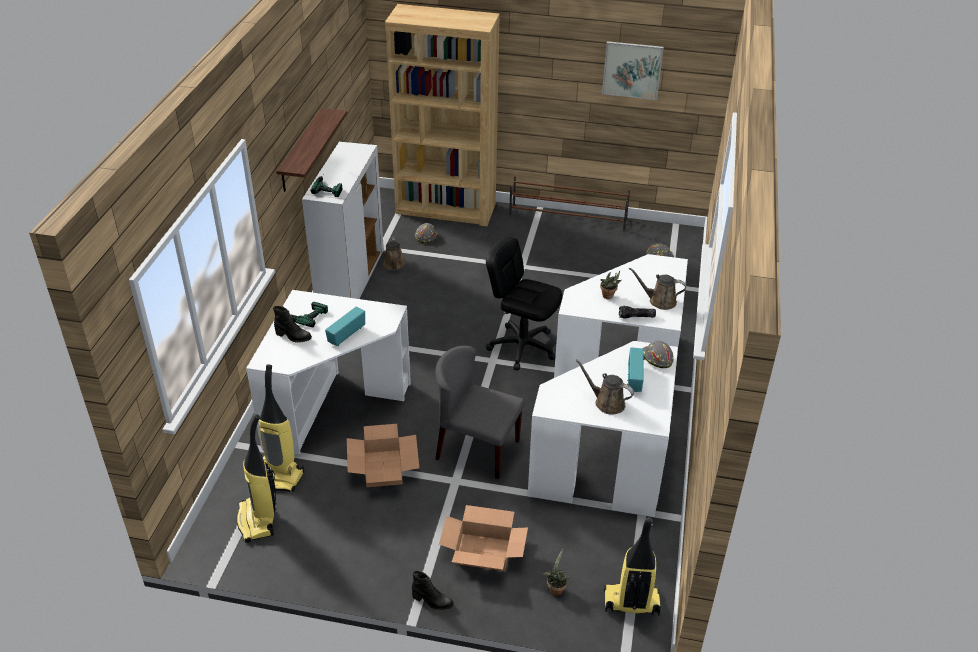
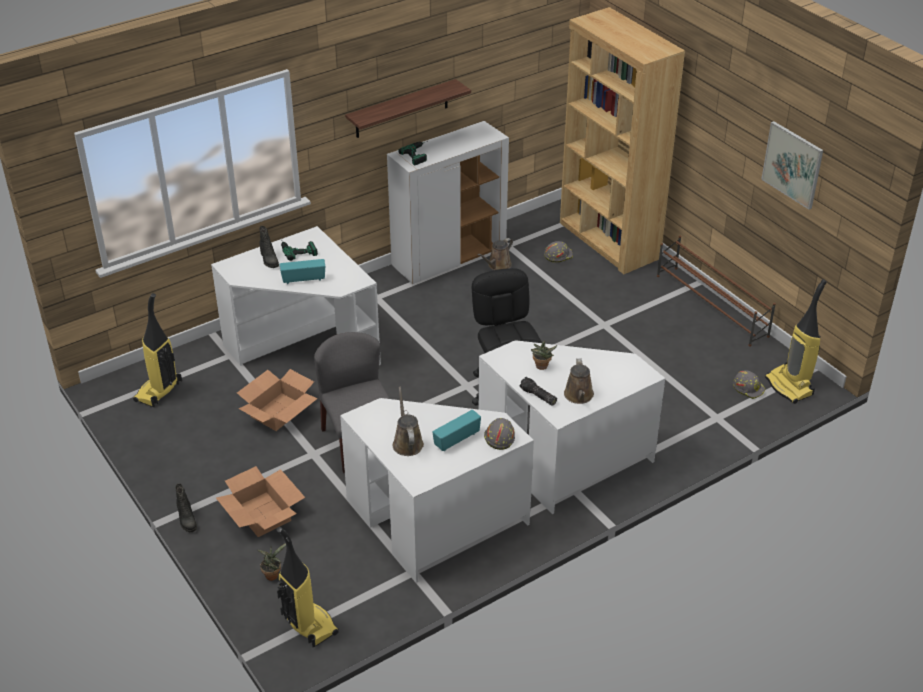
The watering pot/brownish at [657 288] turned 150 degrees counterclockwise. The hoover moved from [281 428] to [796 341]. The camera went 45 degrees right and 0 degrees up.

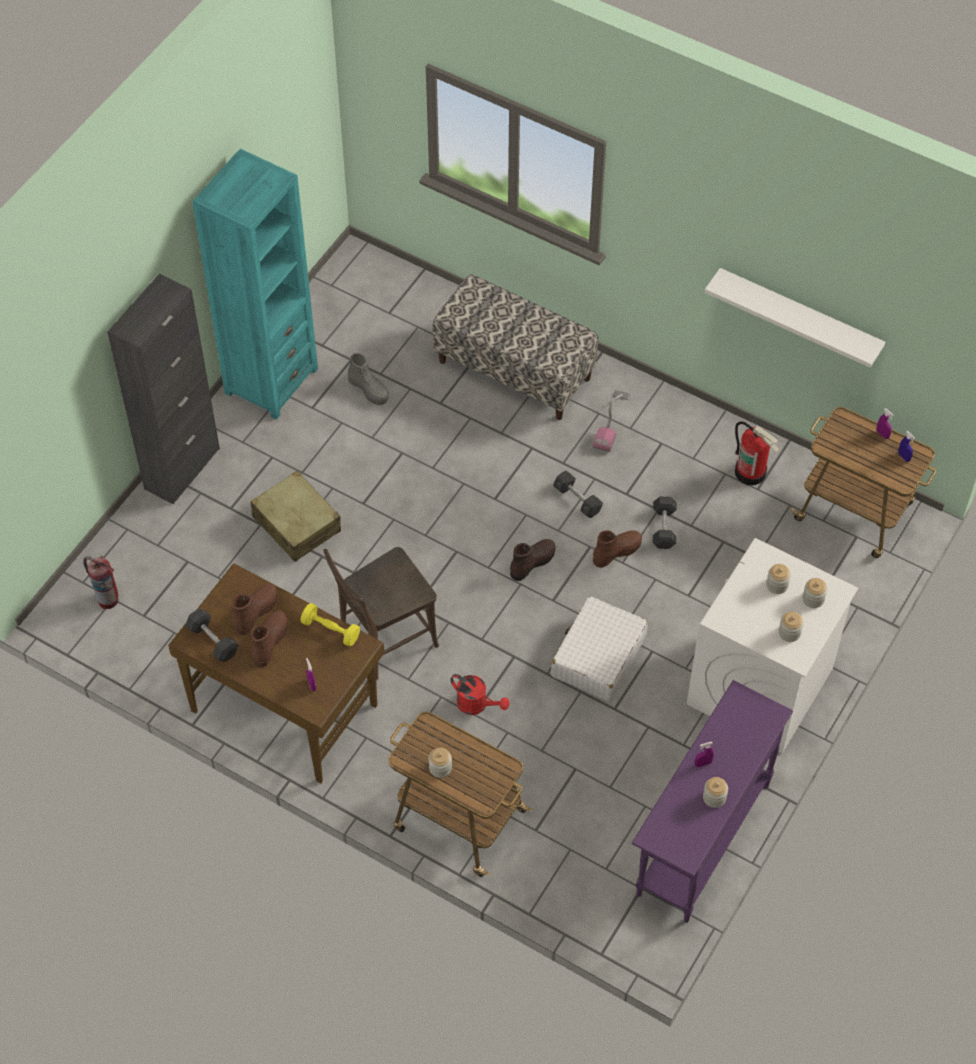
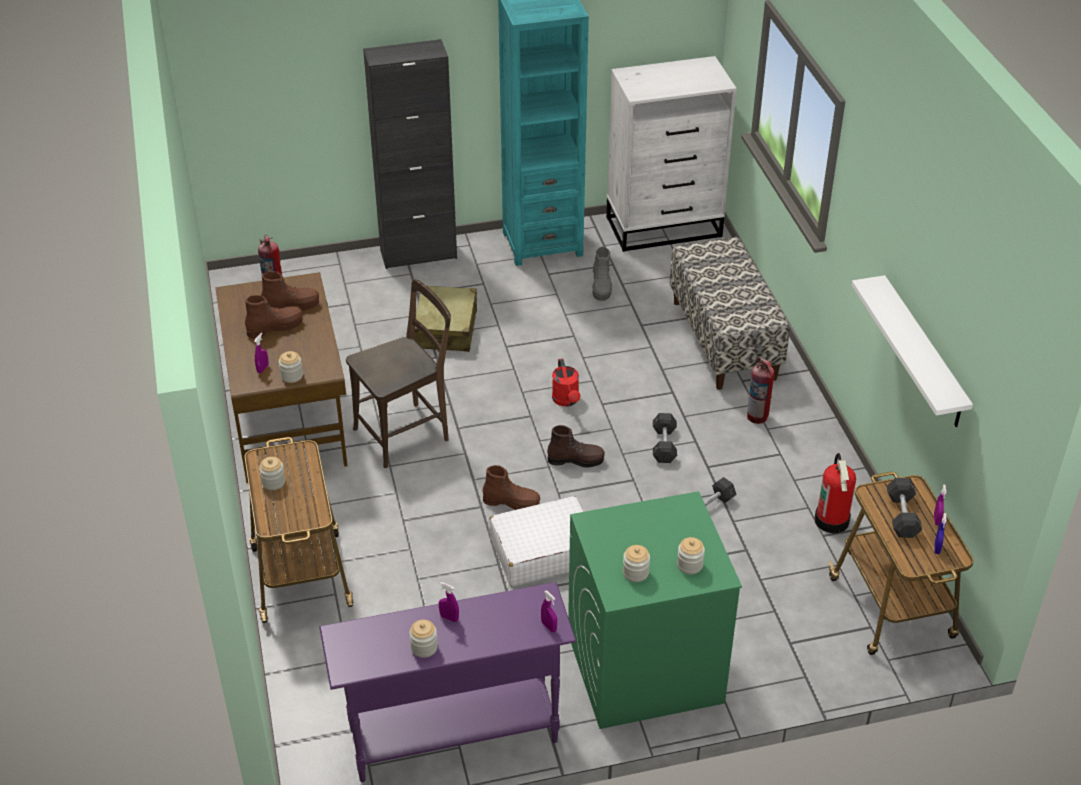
The preserve jar moved from [778 579] to [291 367]. The plain chair/brownish at [381 613] turned 135 degrees clockwise. The high-top boot/brownish moved from [617 549] to [511 487]. The spray bottle/purplish at [549 611] appeared. The watering pot/reddish moved from [479 694] to [566 383]. The laundry machine/white at [772 645] became the laundry machine/green-coloured at [655 610]. The dresser/white at [671 154] appeared. The hoover at [611 421] was replaced by the fire extinguisher at [760 390]. The free weight/grey moved from [212 635] to [904 508]. The free weight/yellow-coloured at [330 624] disappeared. The camera went 45 degrees right and 15 degrees down.

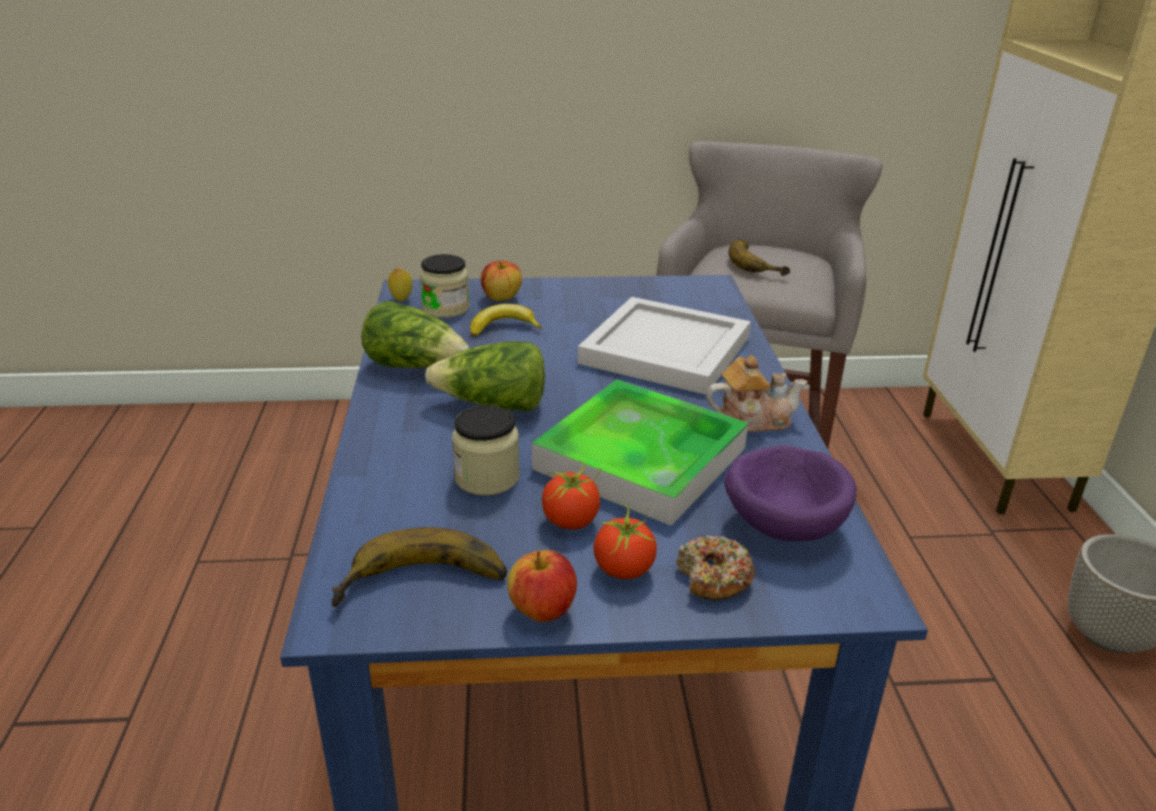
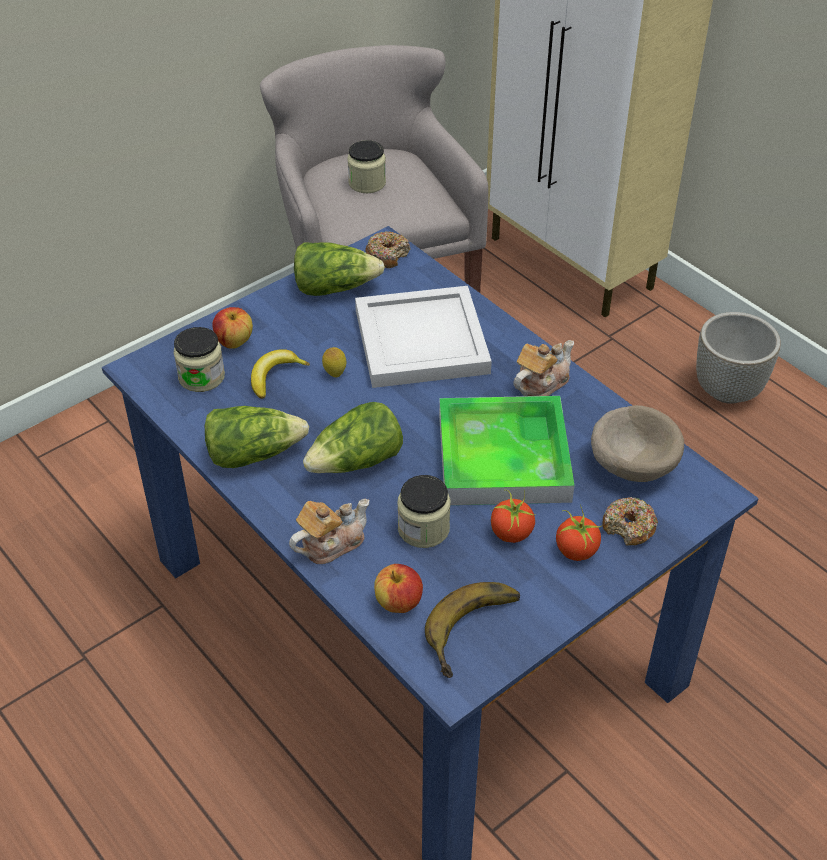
The tea pot at [329 531] appeared. The lettuce head at [339 269] appeared. The citrus fruit moved from [400 284] to [334 362]. The whole banana at [759 257] was replaced by the preserve jar at [366 166]. The donut at [388 249] appeared. The apple moved from [542 586] to [398 588]. The bowl/purplish at [790 493] became the bowl/beige at [637 443]. The camera went 35 degrees left and 15 degrees up.

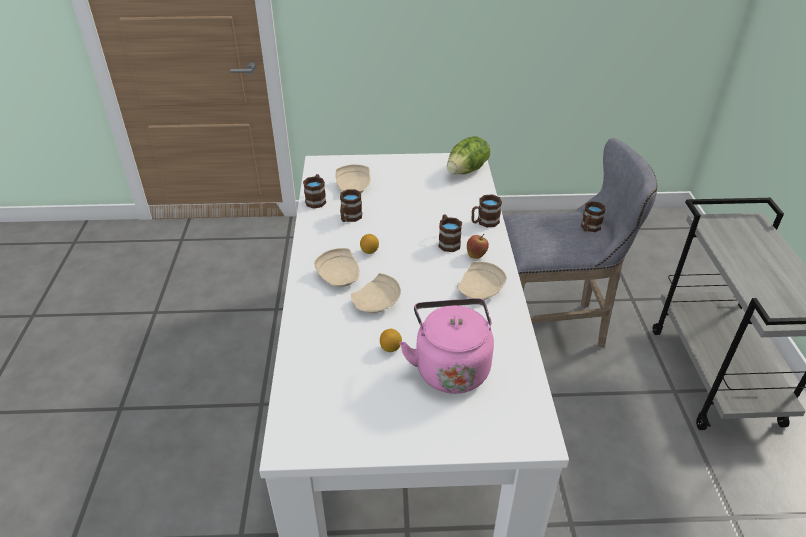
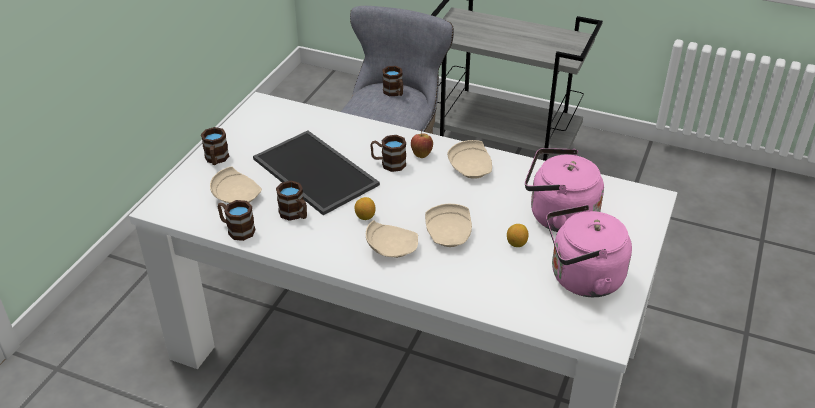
The mug/brownish moved from [487 210] to [215 146]. The tray at [316 173] appeared. The tea kettle/pink-coloured at [589 251] appeared. The lettuce head at [468 155] disappeared. The camera went 65 degrees left and 0 degrees up.

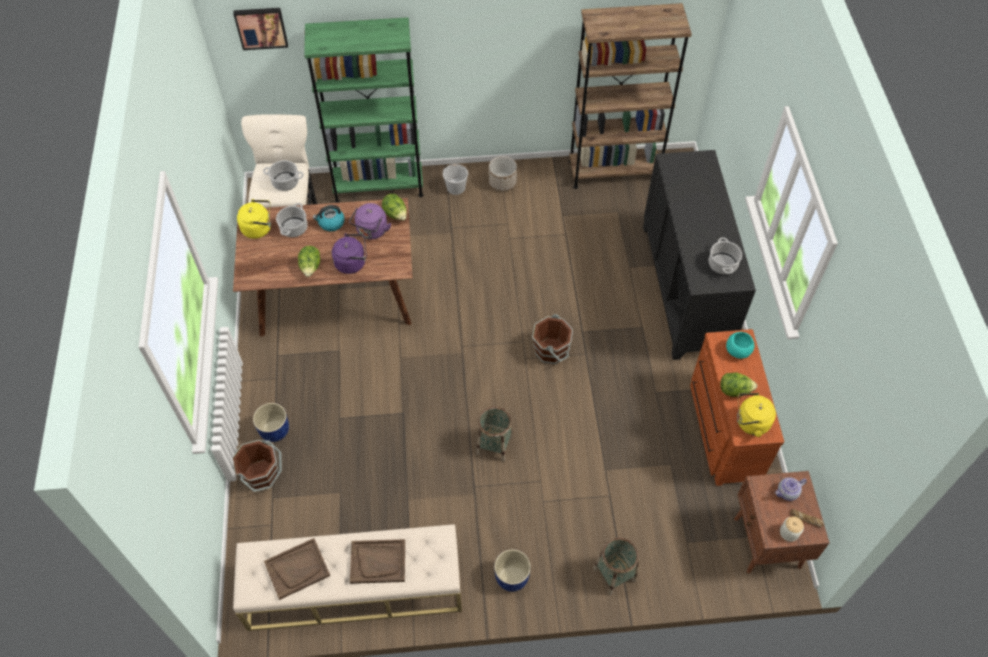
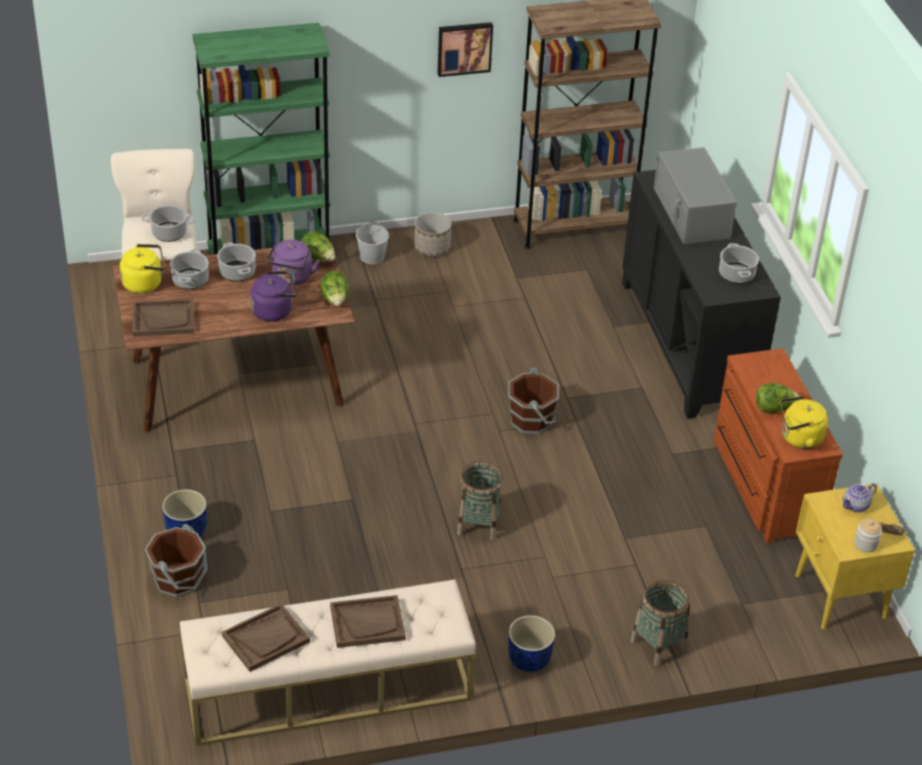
The tray/brownish at [163 318] appeared. The tea kettle at [329 218] was replaced by the stockpot at [236 261]. The lettuce head moved from [309 261] to [334 288]. The wall art moved from [260 29] to [465 49]. The microwave/grey at [695 195] appeared. The night table/brownish at [782 522] became the night table/yellow-coloured at [855 556]. The bowl/blue-green at [740 345] disappeared. The camera went 10 degrees left and 15 degrees down.

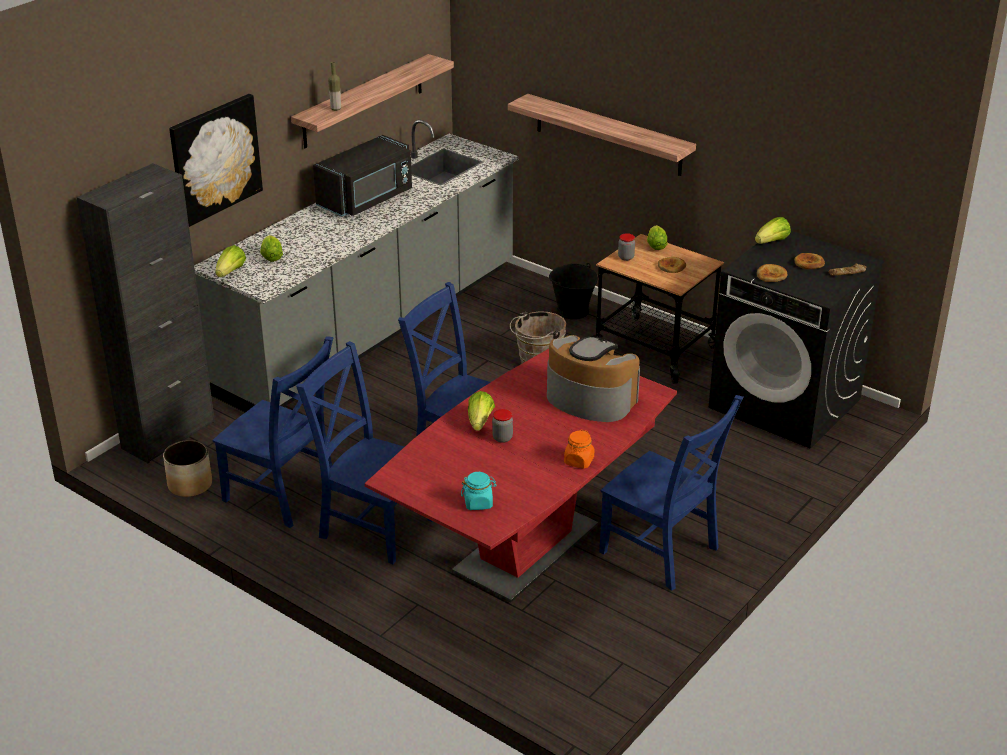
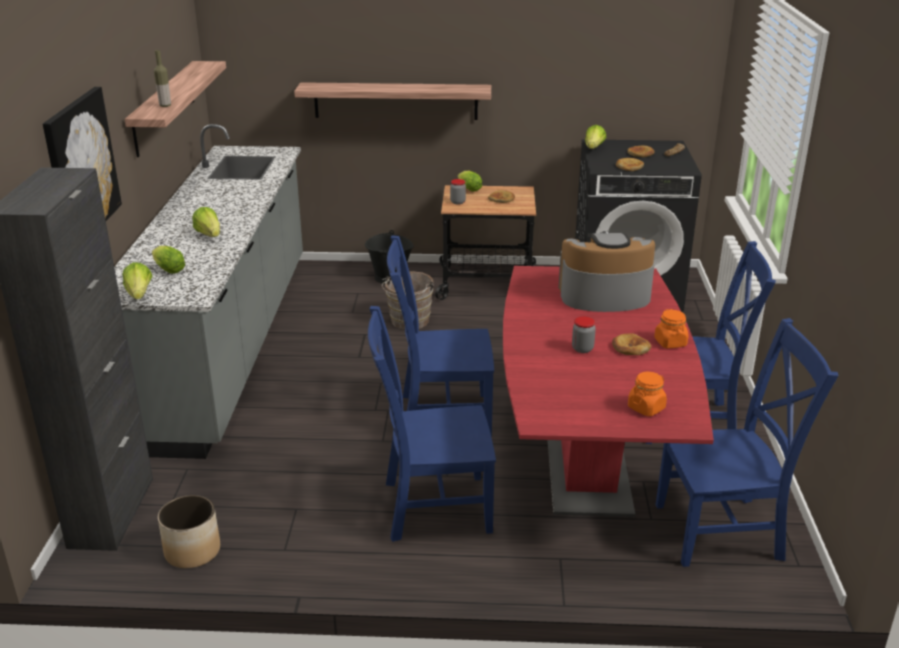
The lettuce head moved from [481 411] to [206 222]. The bread at [631 344] appeared. The preserve jar/blue-green at [478 491] became the preserve jar/orange-coloured at [647 394]. The plain chair/blue moved from [273 432] to [747 442]. The microwave/black-coloured at [362 175] disappeared. The camera went 35 degrees left and 5 degrees down.

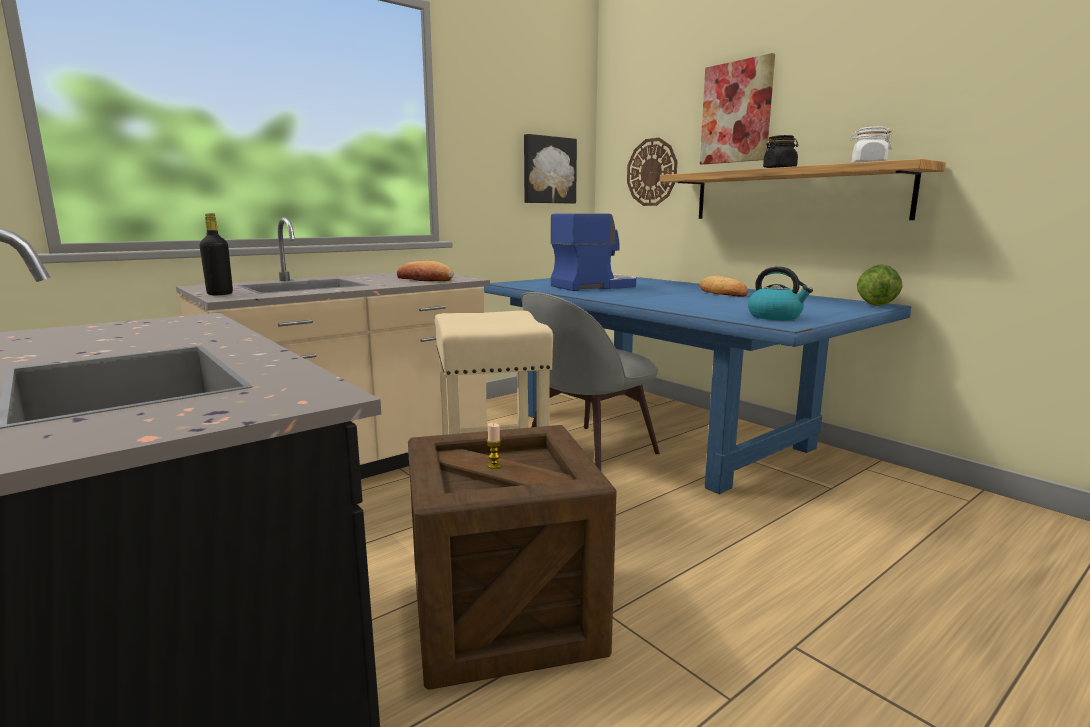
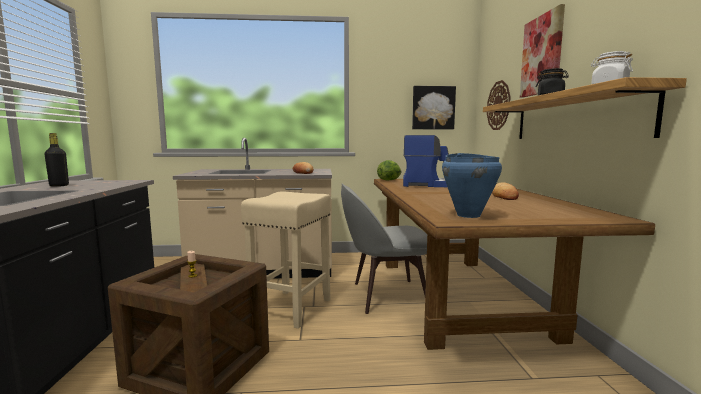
The drink bottle/black-coloured moved from [216 254] to [57 160]. The kitchen table/blue at [697 385] became the kitchen table/brownish at [514 264]. The lettuce head moved from [880 285] to [389 170]. The tea kettle at [780 293] was replaced by the stockpot/blue at [472 185]. The camera went 35 degrees right and 5 degrees down.

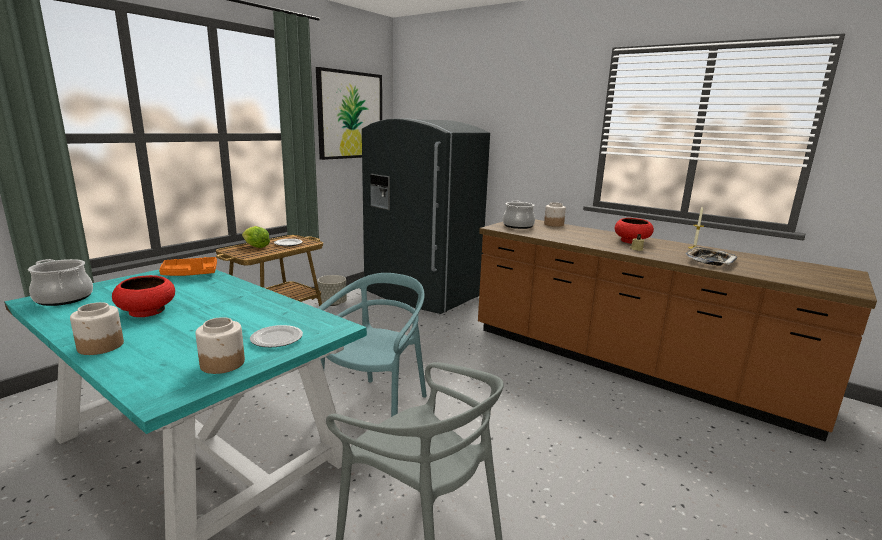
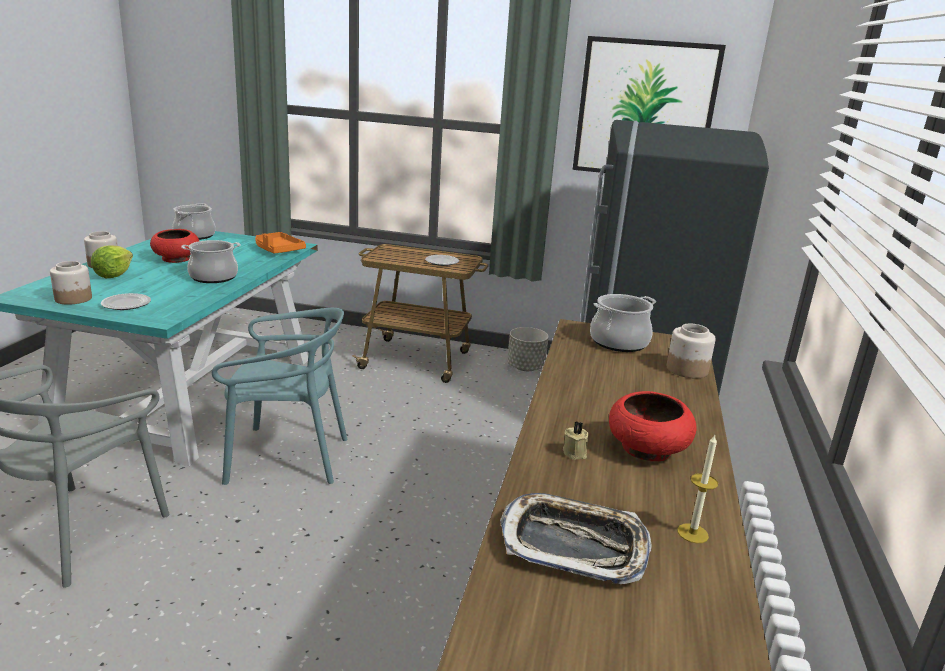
The lettuce head moved from [256 237] to [112 261]. The stockpot at [210 261] appeared. The camera went 65 degrees right and 5 degrees up.

